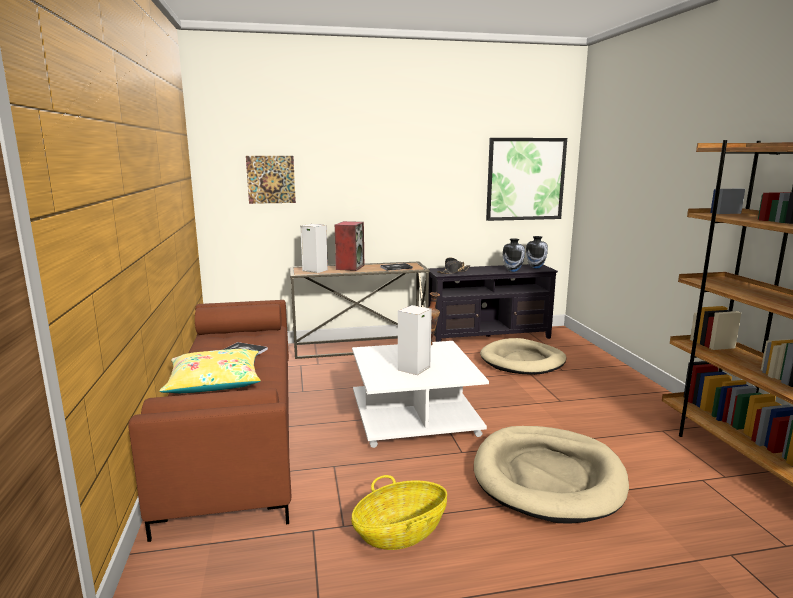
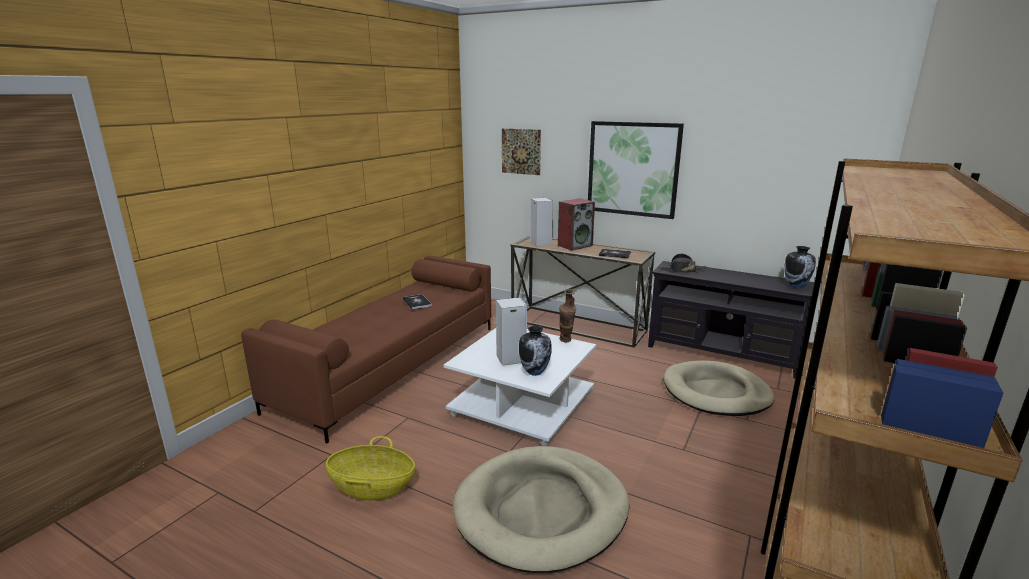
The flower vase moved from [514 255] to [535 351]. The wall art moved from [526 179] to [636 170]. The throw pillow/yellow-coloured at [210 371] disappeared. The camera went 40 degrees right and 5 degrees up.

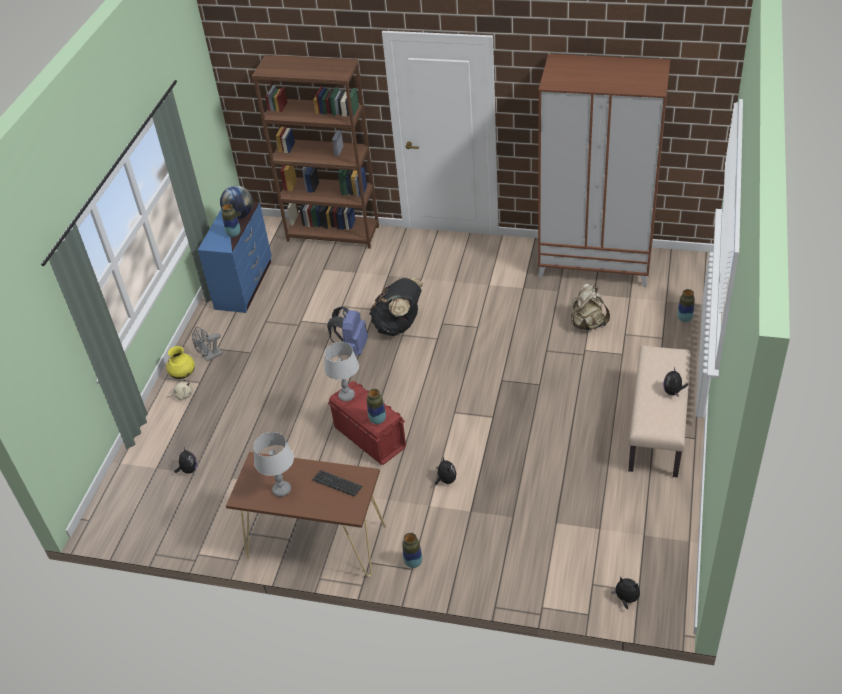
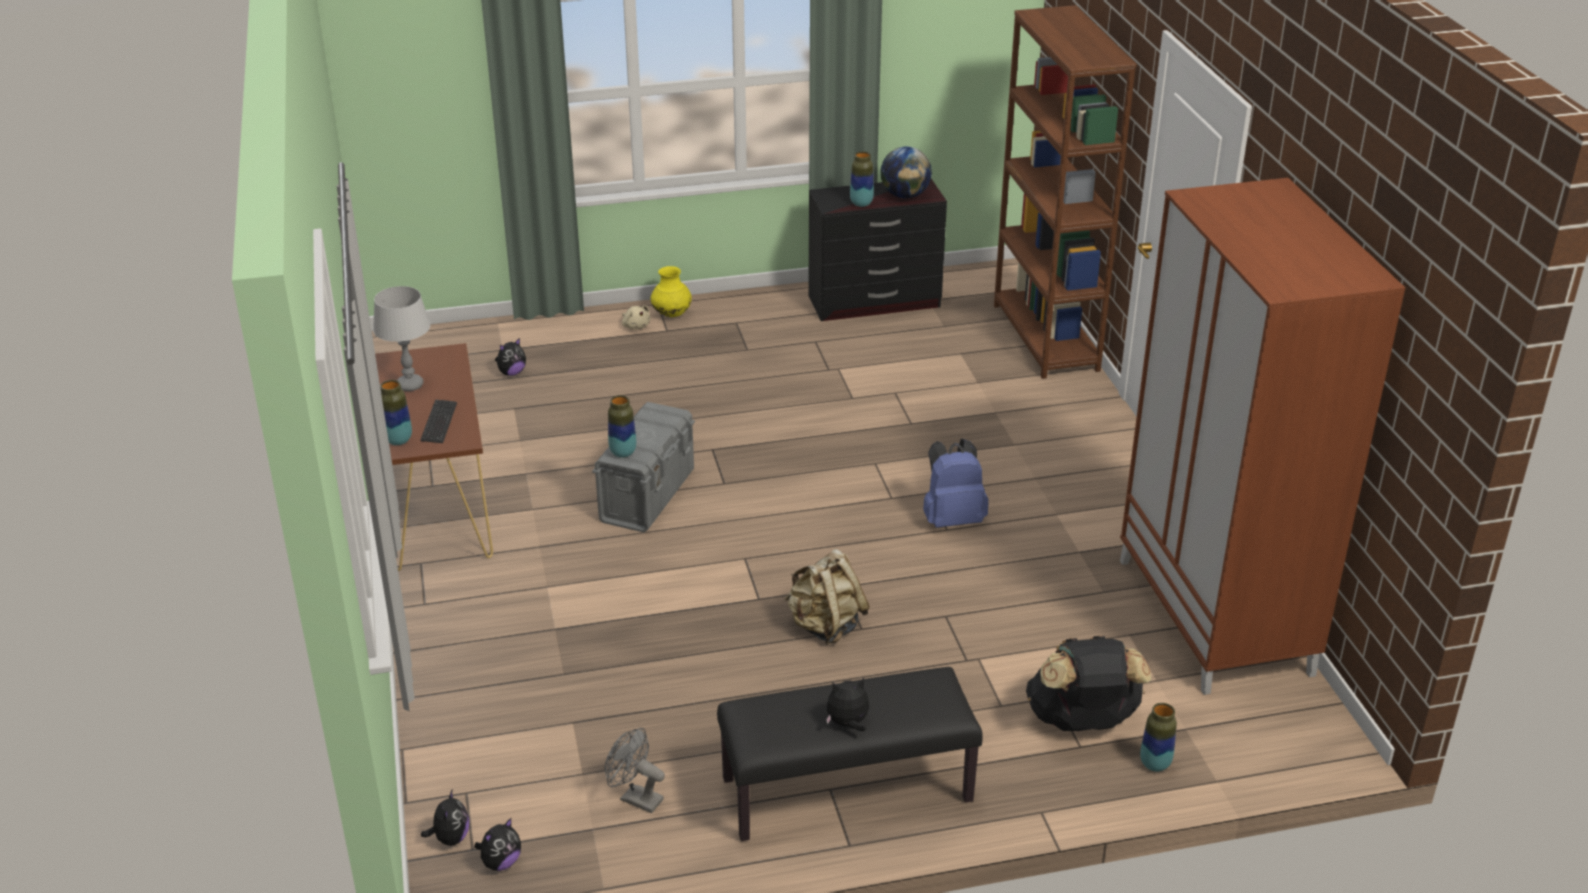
The flower vase moved from [412 550] to [396 412]. The cuddly toy moved from [446 470] to [497 844]. The storage container/reddish at [367 423] became the storage container/grey at [643 467]. The electric fan/grey moved from [207 344] to [634 770]. The bench/beige at [659 411] became the bench/black-coloured at [850 754]. The rucksack/beige moved from [590 306] to [827 597]. The dresser/blue at [235 257] became the dresser/black-coloured at [878 250]. The rucksack/blue moved from [347 331] to [956 483]. The rucksack/black-coloured moved from [396 306] to [1088 683]. The lamp for a table/grey at [341 372] disappeared. The camera went 60 degrees right and 10 degrees down.

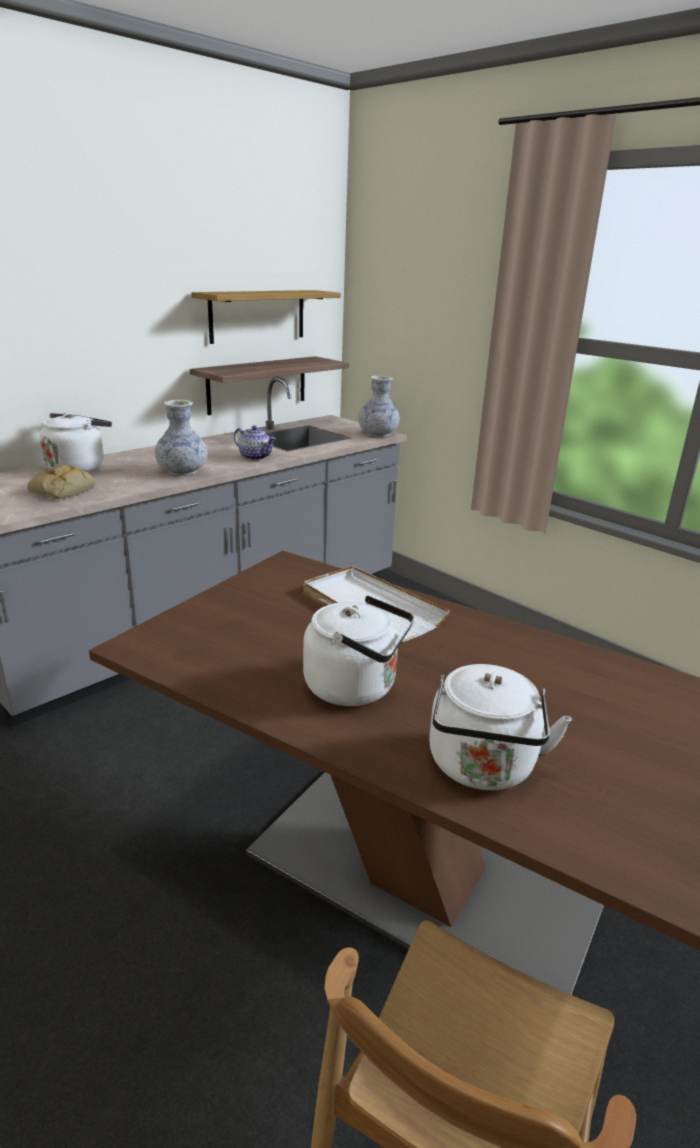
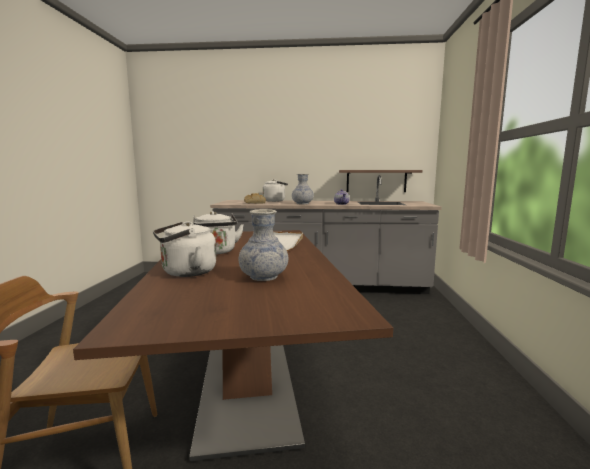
The flower vase moved from [379 406] to [263 245]. The wall shelf at [266 317] disappeared. The camera went 50 degrees right and 15 degrees down.

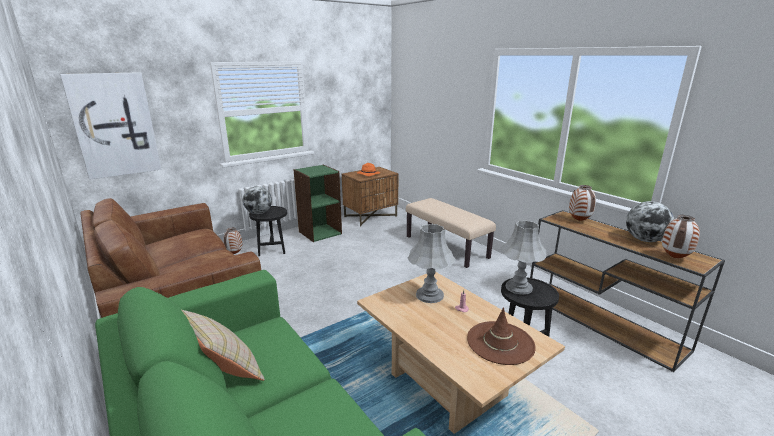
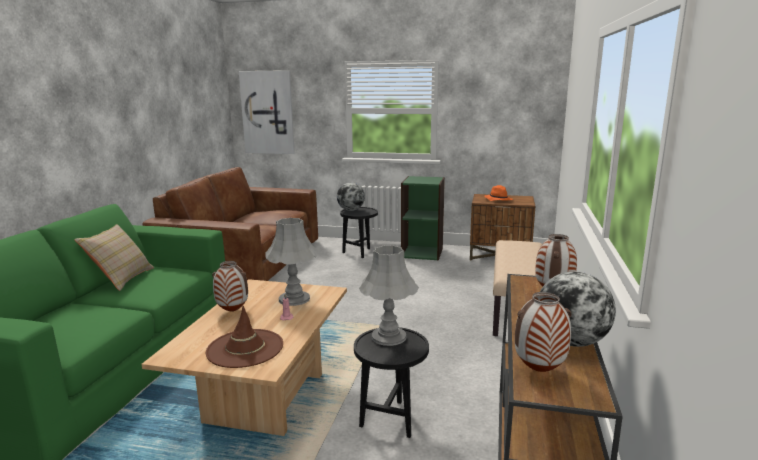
The flower vase moved from [233 241] to [230 286]. The camera went 50 degrees right and 5 degrees down.

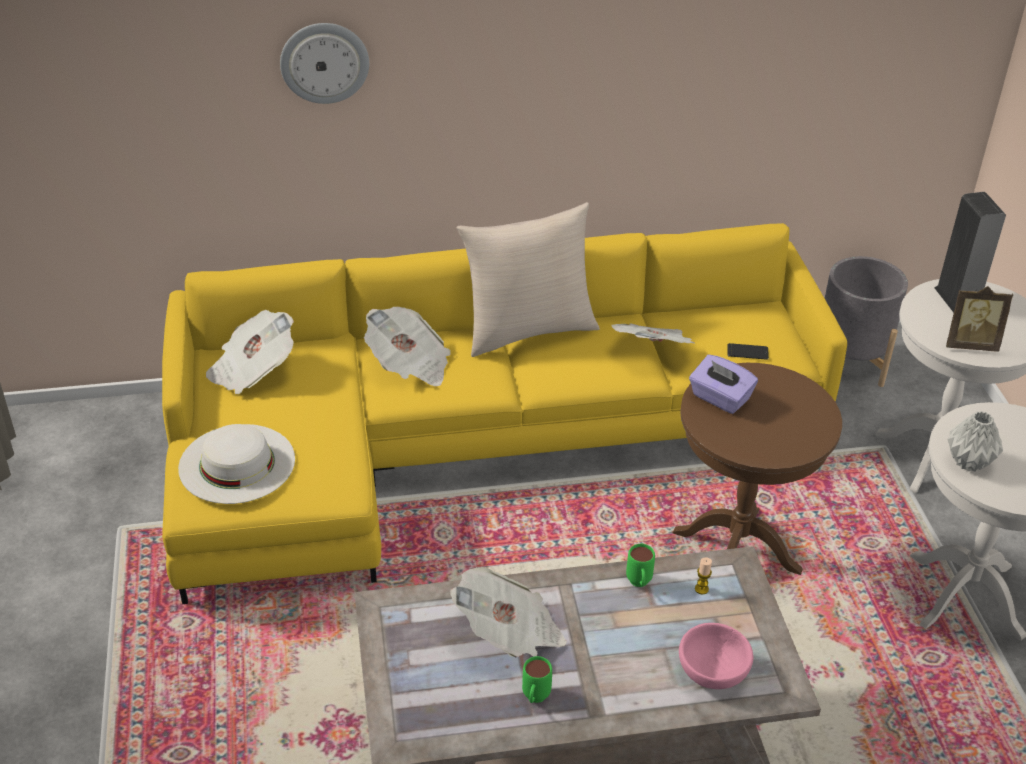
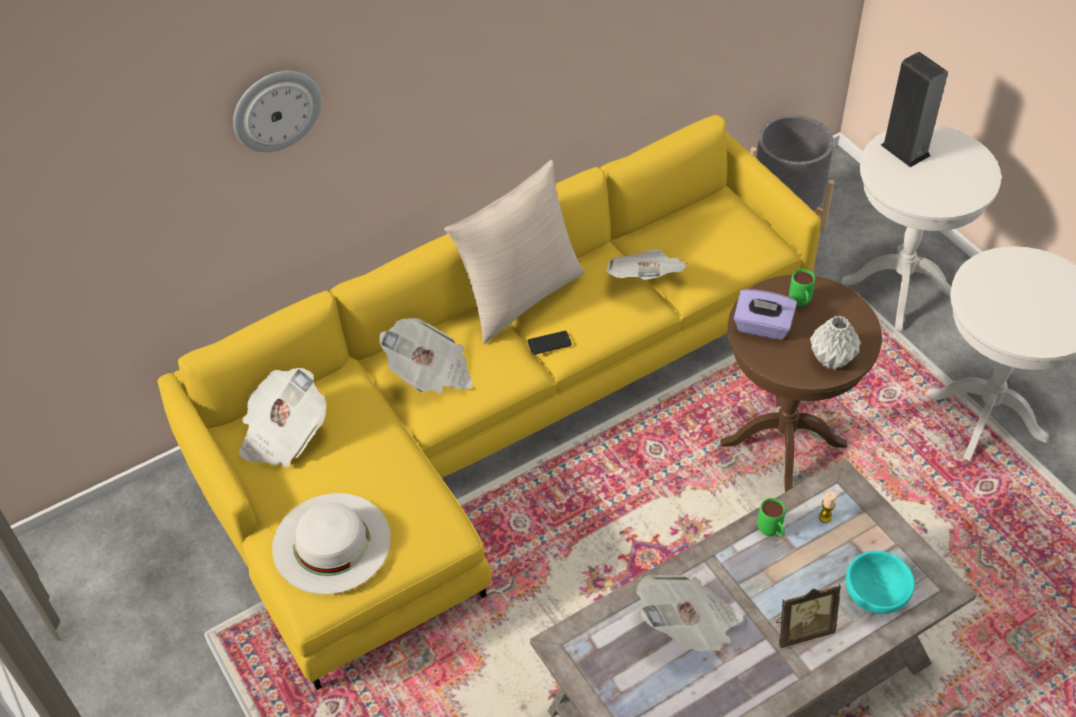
The telephone moved from [748 351] to [549 343]. The picture frame moved from [979 319] to [808 616]. The mug/green-coloured moved from [537 679] to [802 288]. The flower vase/grey moved from [975 441] to [835 342]. The bowl/pink-coloured at [716 656] became the bowl/blue-green at [880 582]. The camera went 20 degrees left and 10 degrees up.

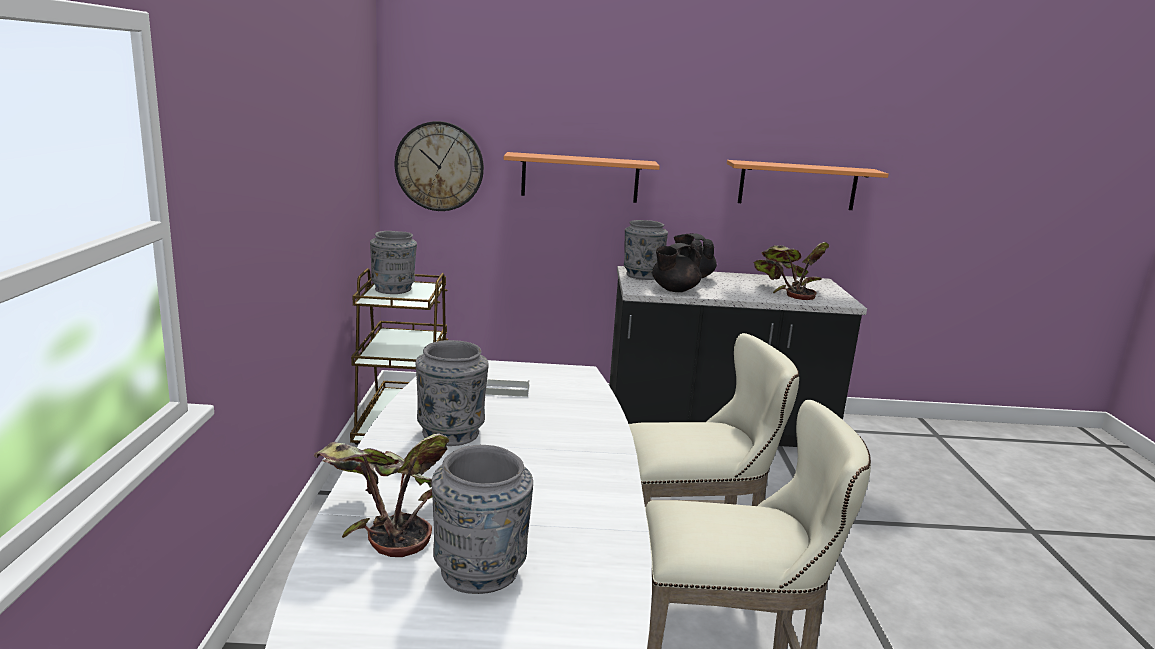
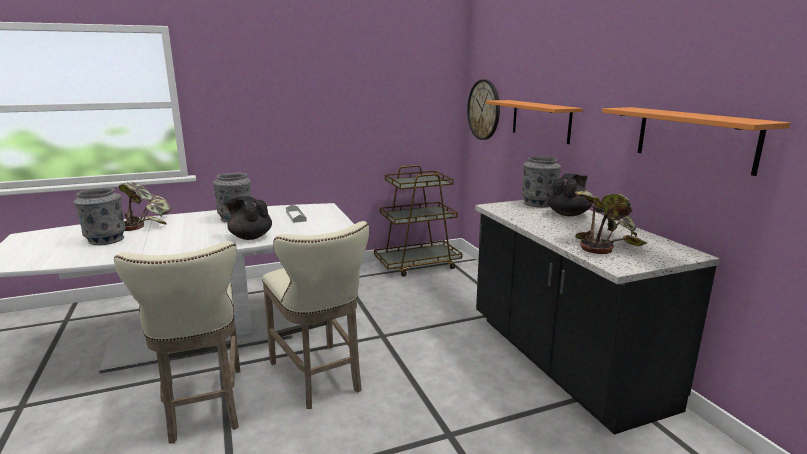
The tea pot/black-coloured moved from [676 267] to [248 218]. The flower vase/grey at [393 262] disappeared. The camera went 70 degrees right and 0 degrees up.

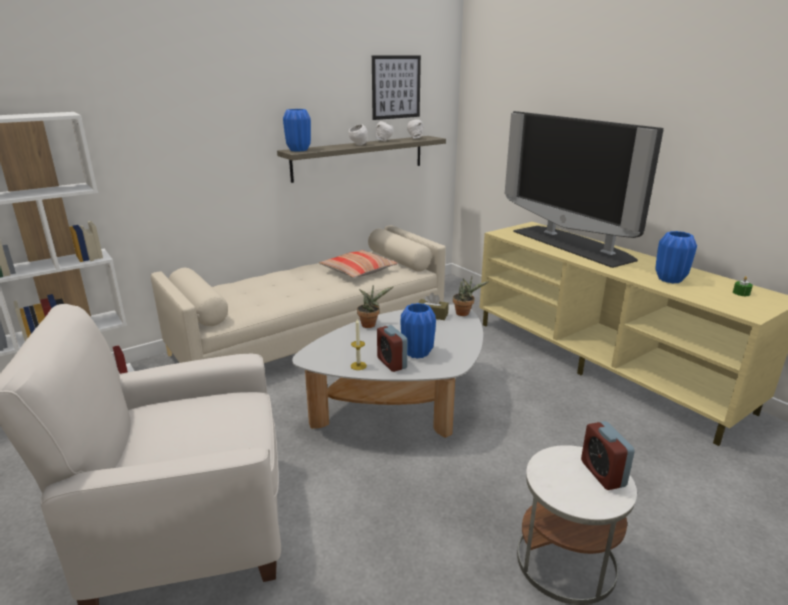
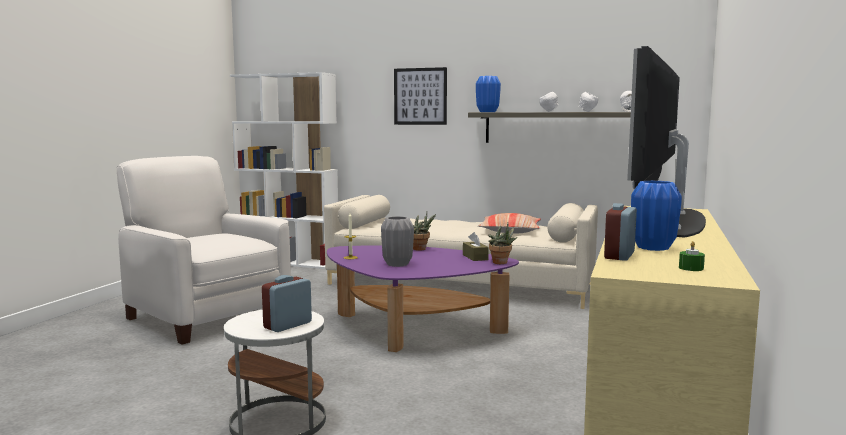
The lounge table/white at [387 371] became the lounge table/purplish at [423 298]. The flower vase/blue at [418 331] became the flower vase/grey at [397 241]. The wall art moved from [396 88] to [420 96]. The bedside clock moved from [392 348] to [620 232]. The camera went 55 degrees right and 15 degrees down.

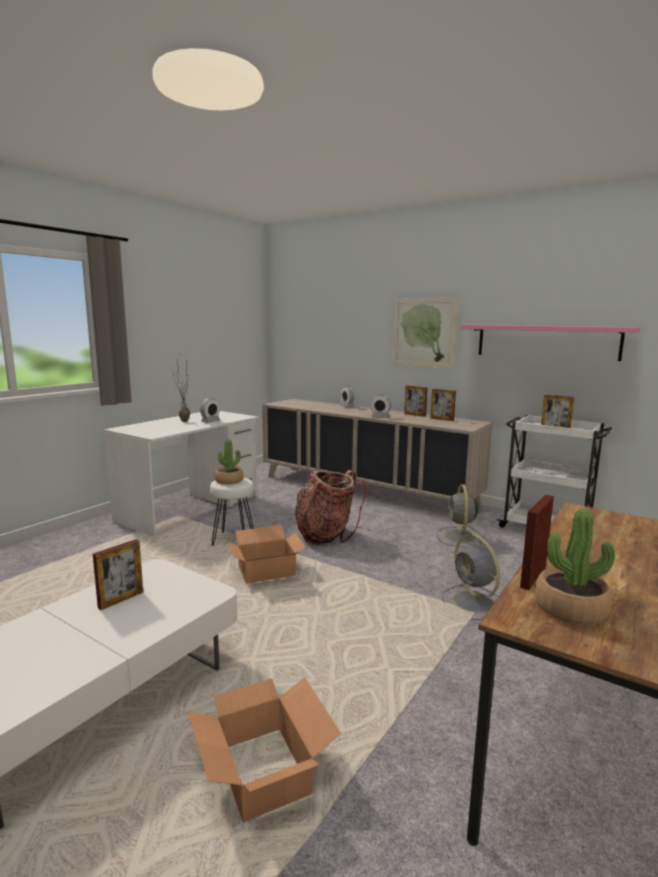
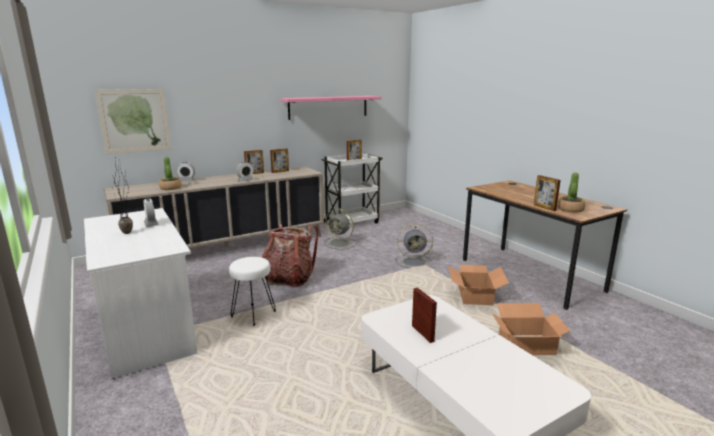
The wall art moved from [425 333] to [133 121]. The potted plant moved from [228 462] to [170 173]. The packing box moved from [267 554] to [478 285]. The camera went 65 degrees left and 5 degrees up.

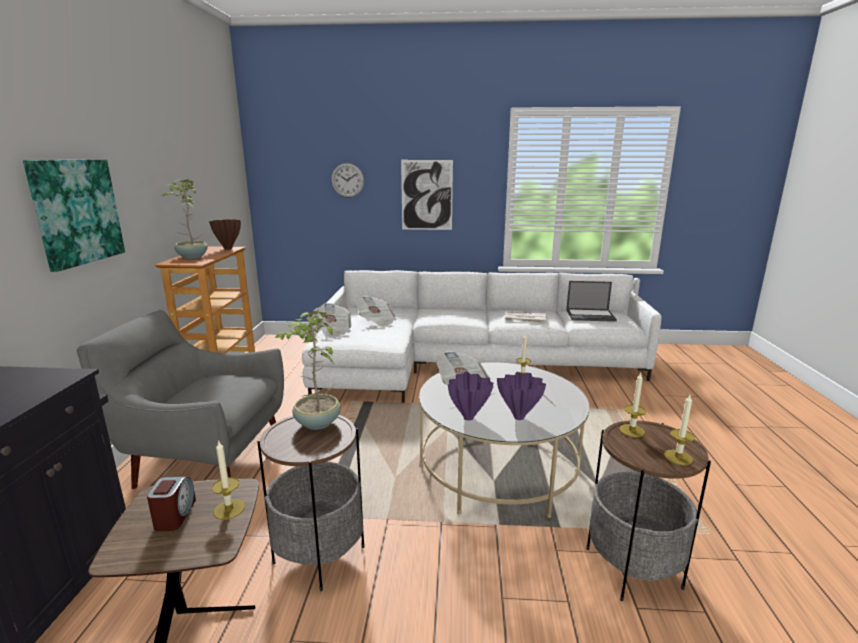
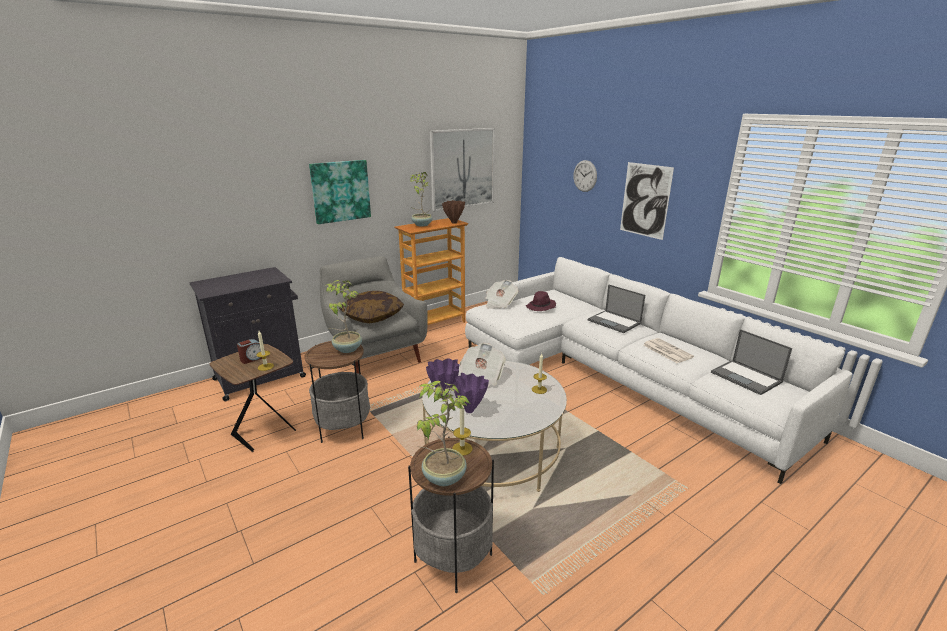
The throw pillow at [371 307] appeared. The wax candle at [679 430] was replaced by the potted plant at [443 433]. The wall art at [462 170] appeared. The newspaper at [376 312] was replaced by the clothing hat/purplish at [540 301]. The laptop at [616 308] appeared. The camera went 50 degrees right and 5 degrees up.

